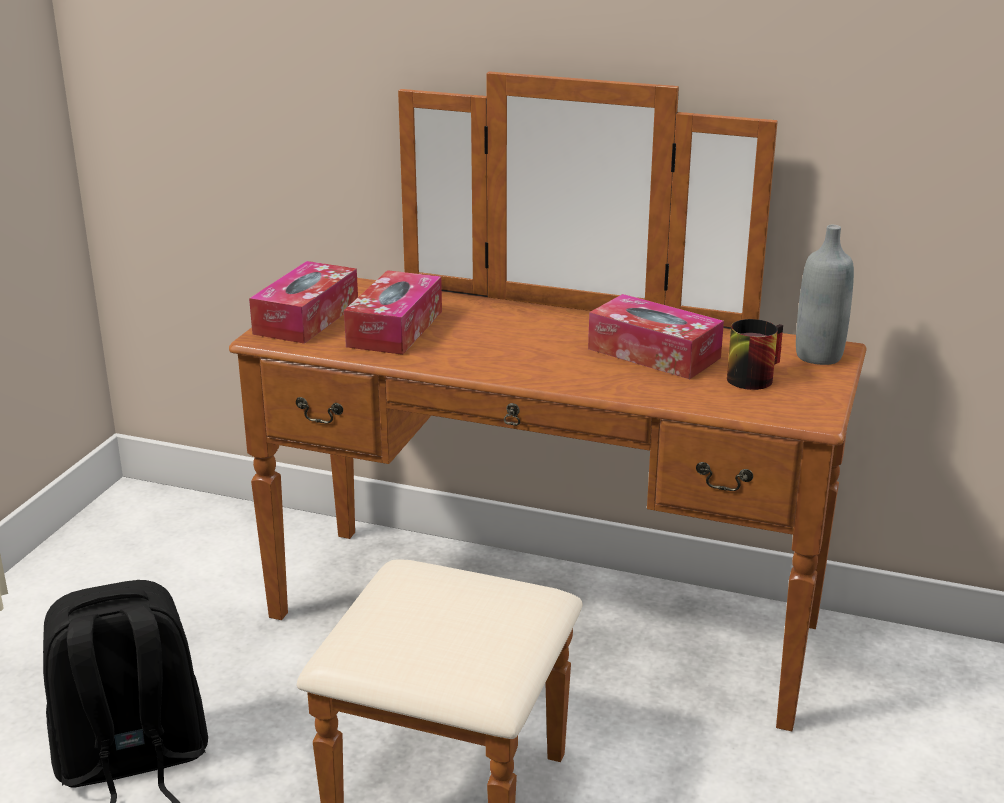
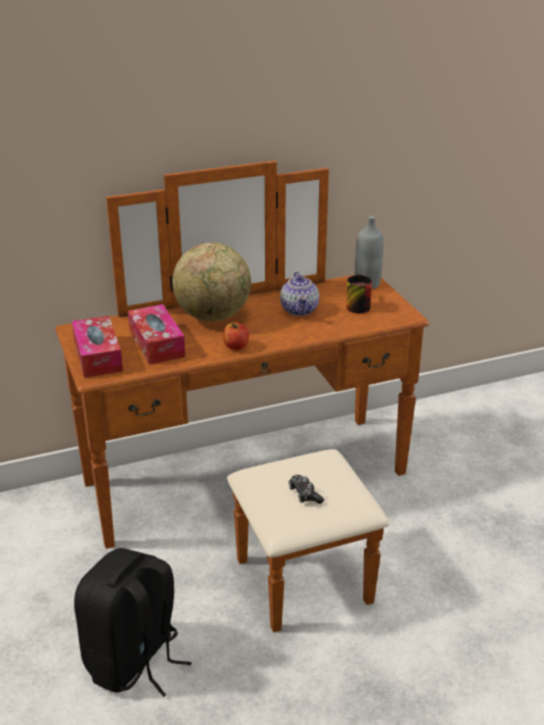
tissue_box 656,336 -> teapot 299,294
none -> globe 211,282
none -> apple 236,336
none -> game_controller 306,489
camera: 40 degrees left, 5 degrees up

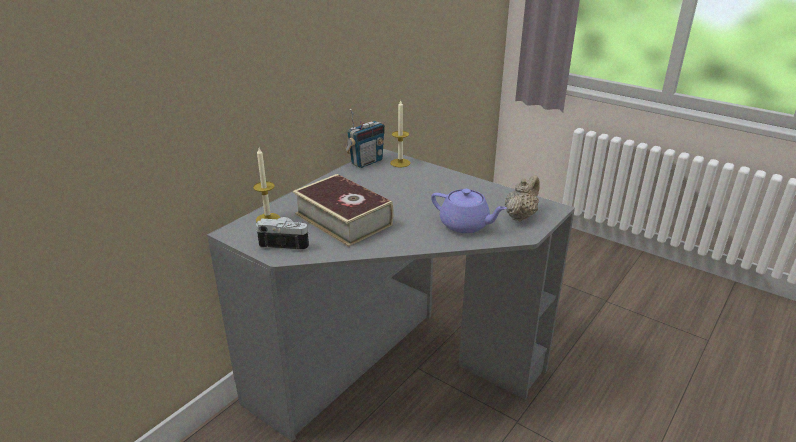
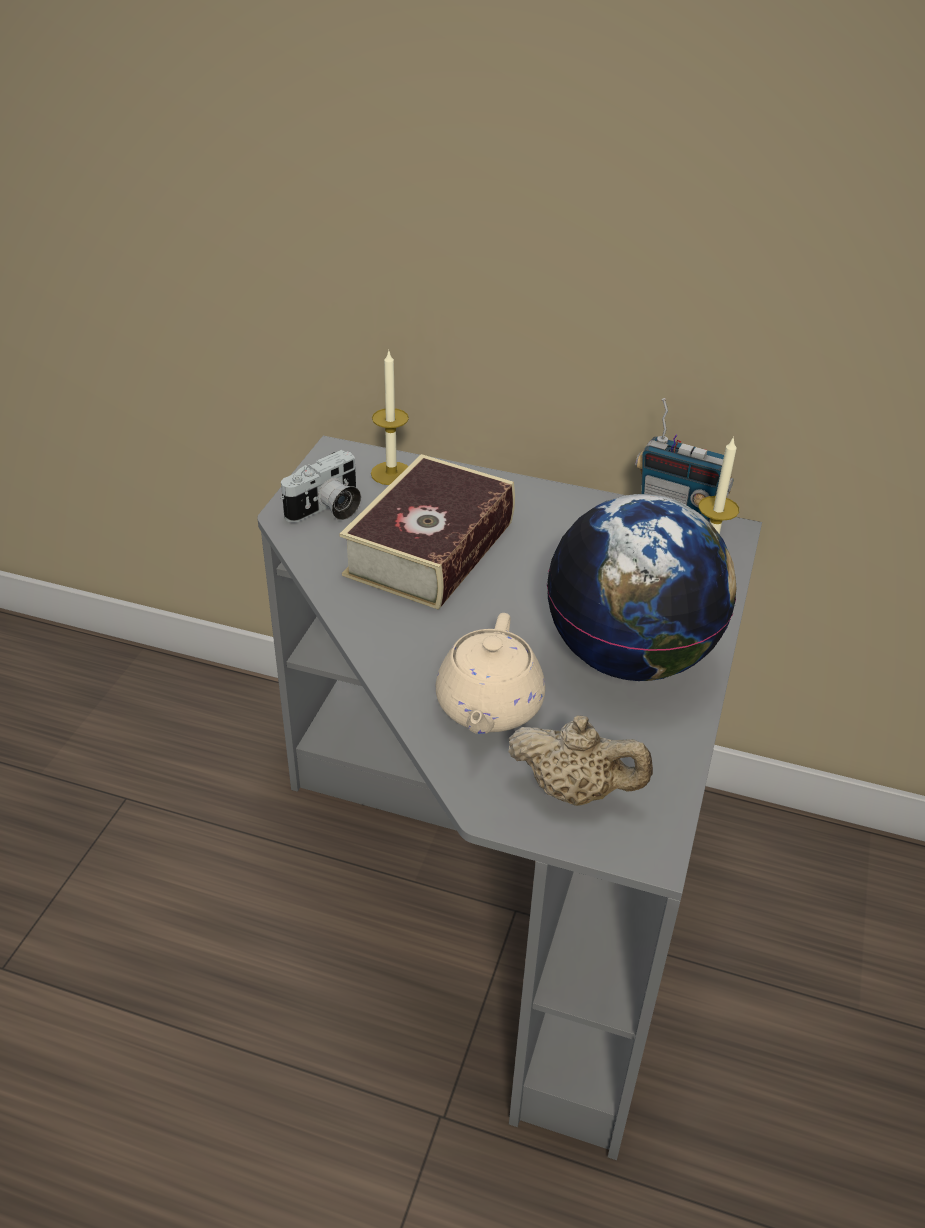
photo_camera 283,233 -> photo_camera 321,486, 60 degrees clockwise
purple_teapot 469,211 -> beige_teapot 490,673
none -> globe 642,587
camera: 70 degrees right, 10 degrees up

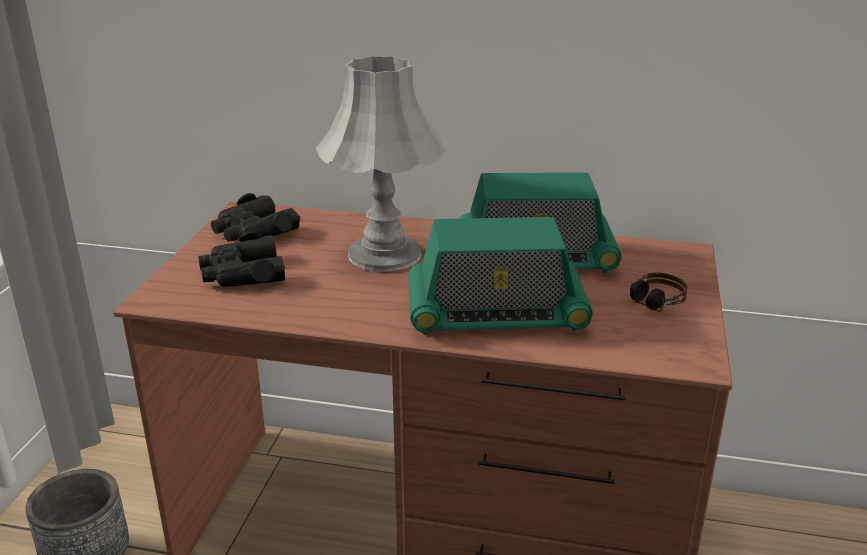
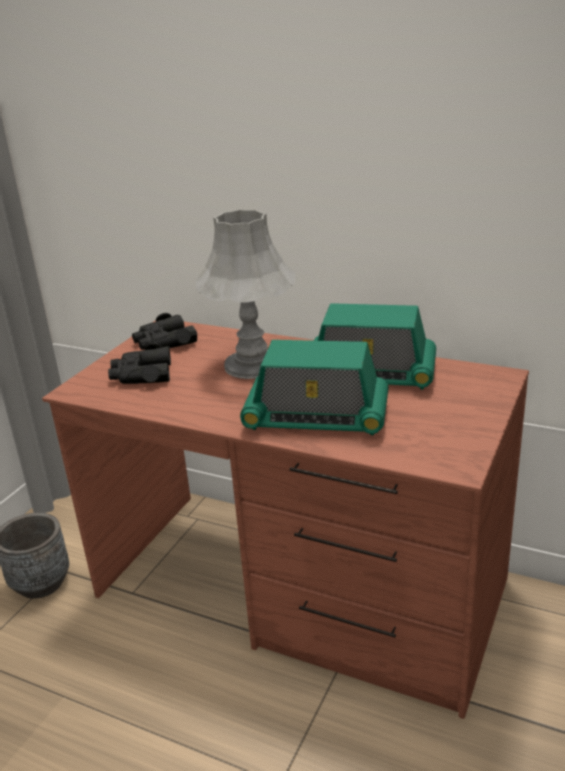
headphones 659,292 -> none
camera: 15 degrees right, 0 degrees up

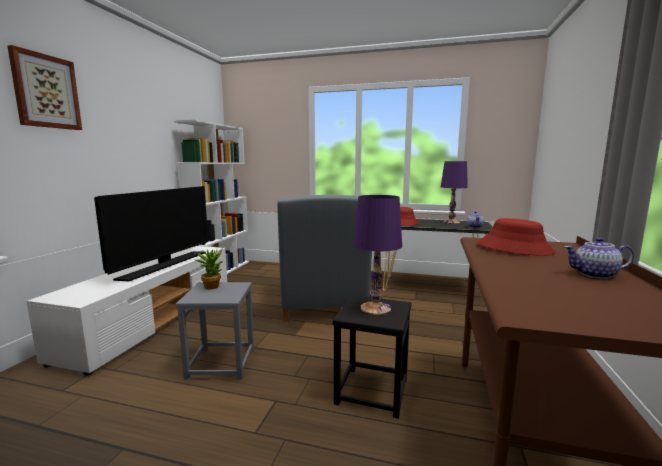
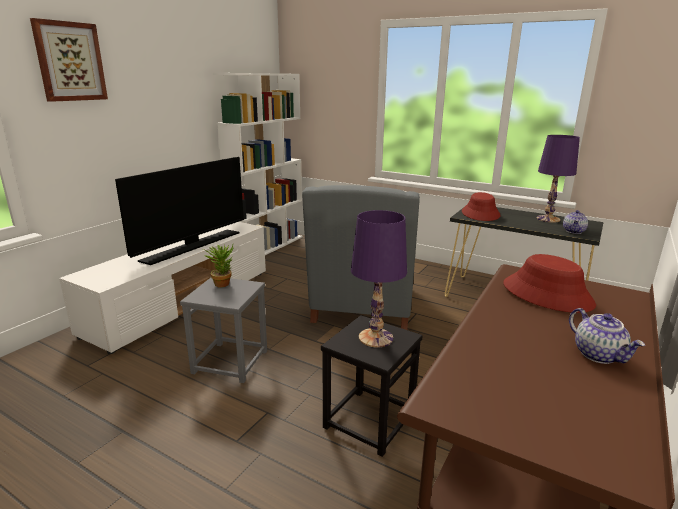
teapot 599,258 -> teapot 607,336, 135 degrees counterclockwise
camera: 15 degrees right, 10 degrees up

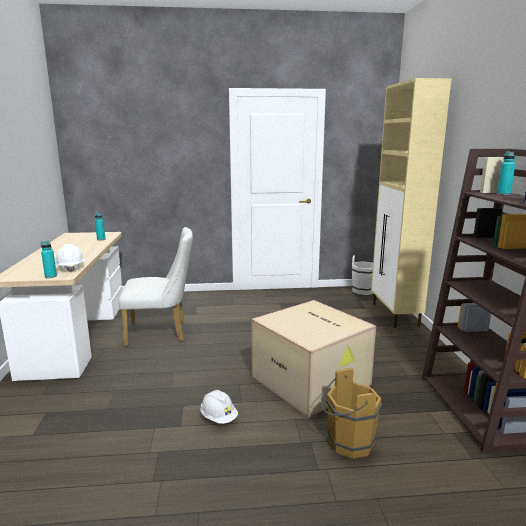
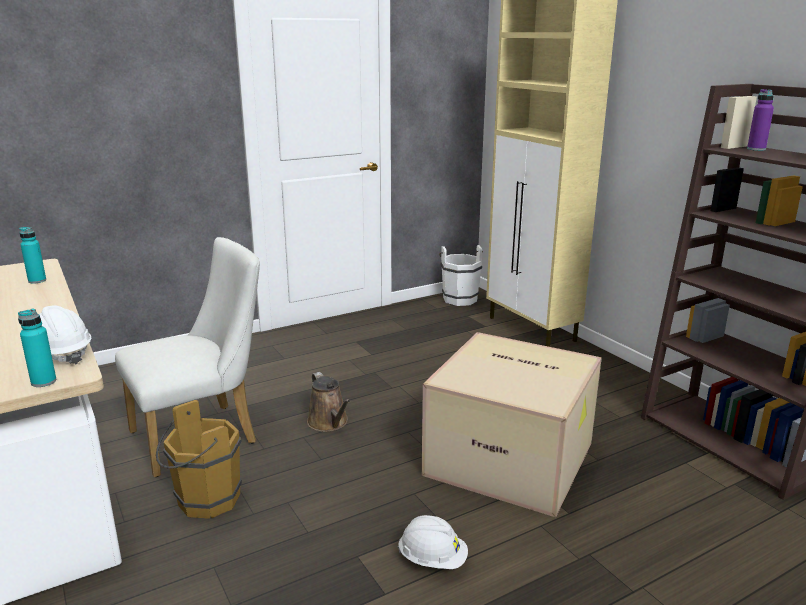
brown_bucket 351,413 -> brown_bucket 199,459, move
turquoise_bottle 506,173 -> purple_bottle 760,120
none -> brown_watering_can 328,402
camera: 25 degrees left, 5 degrees up

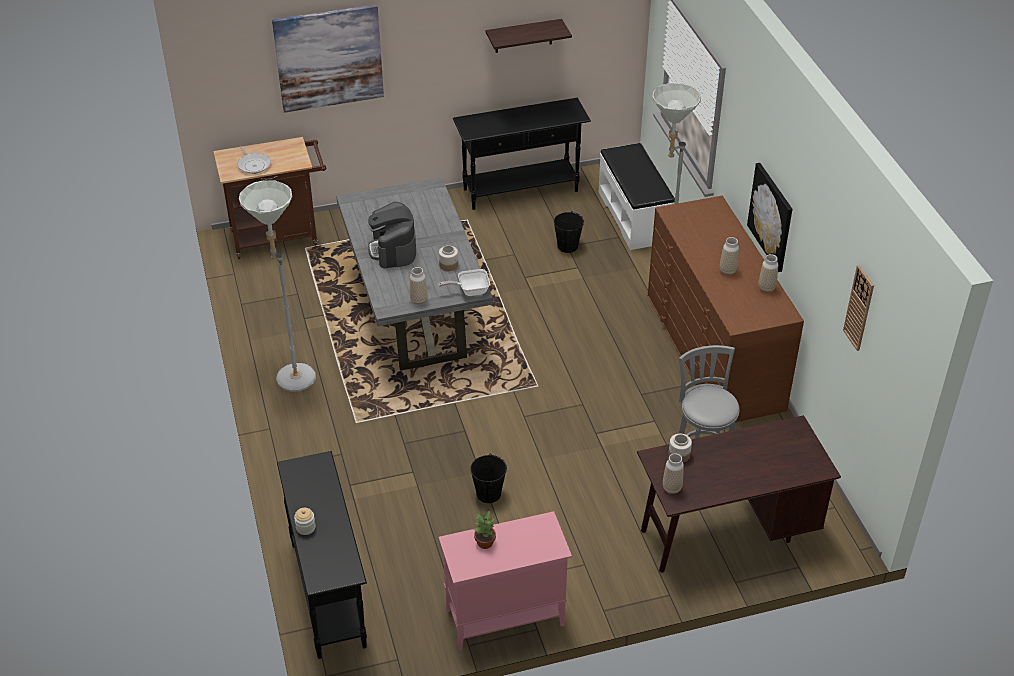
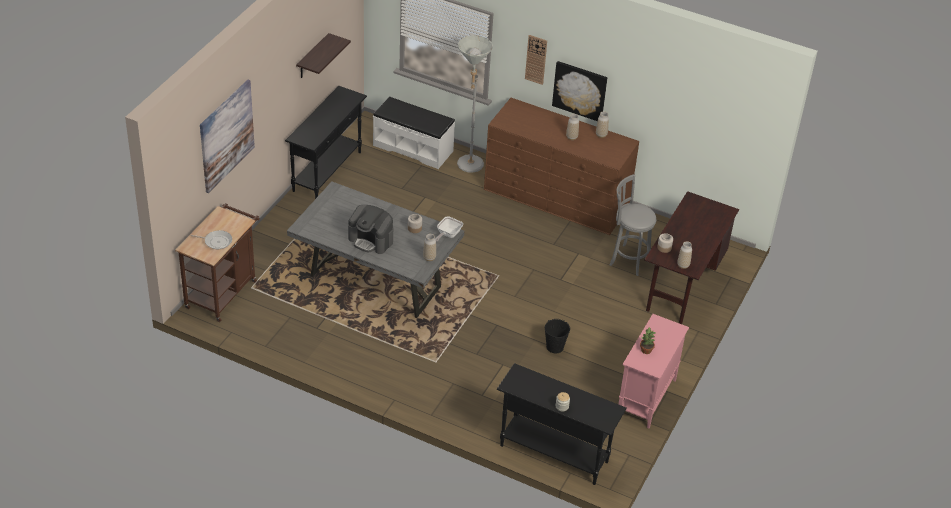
grey_floor_lamp 277,286 -> none
black_bucket 569,232 -> none
wall_clock 858,308 -> wall_clock 536,60, move
camera: 50 degrees left, 0 degrees up

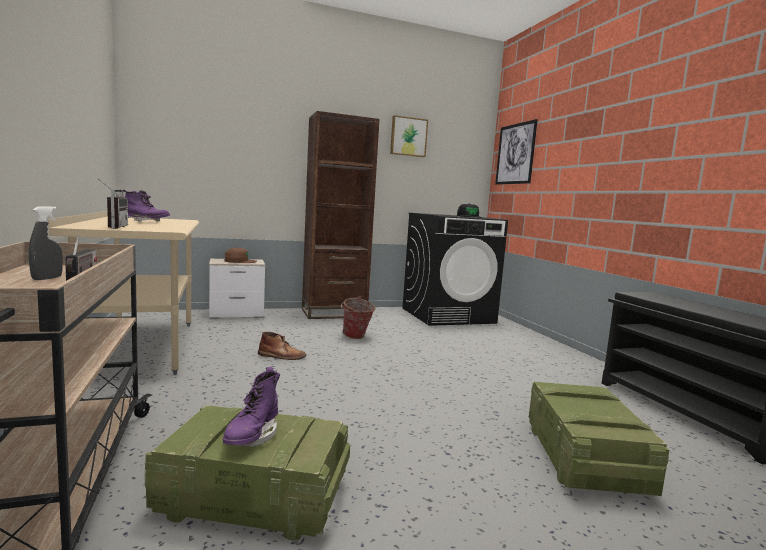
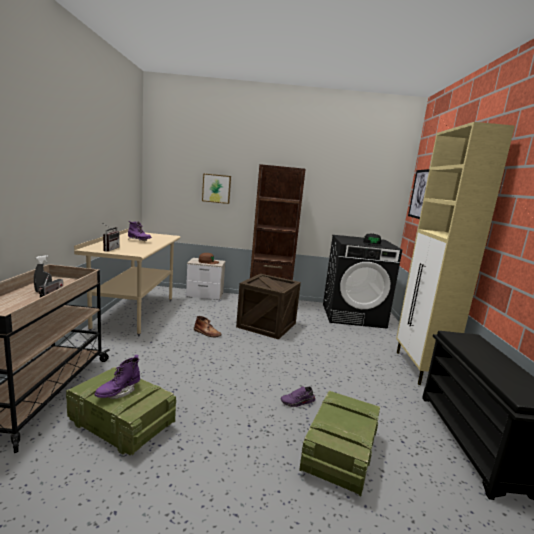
bucket 358,317 -> crate 268,307
picture 409,136 -> picture 216,188, move
none -> purple_shoe 298,396
none -> beige_cabinet 455,253
camera: 20 degrees right, 5 degrees up

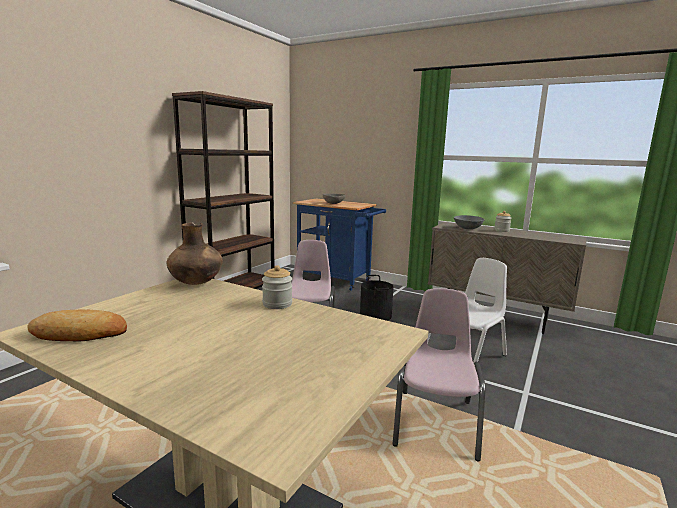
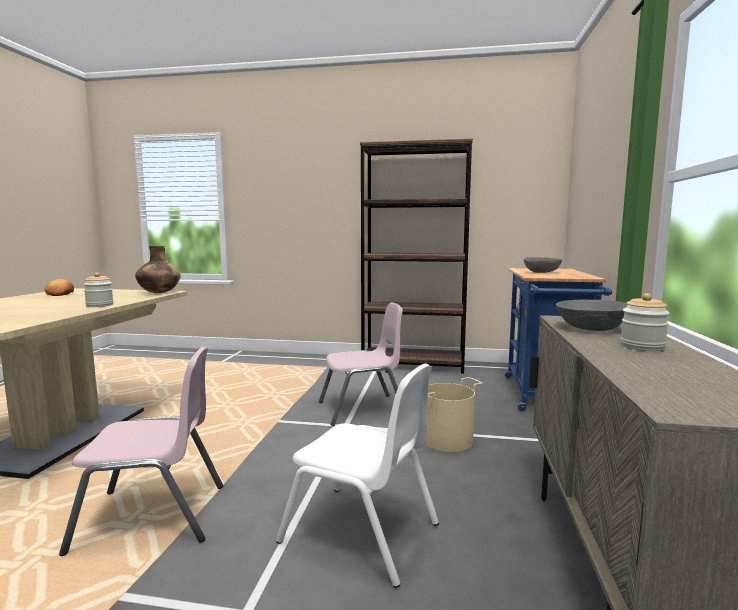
black_bucket 377,298 -> beige_bucket 453,414
camera: 70 degrees right, 5 degrees down

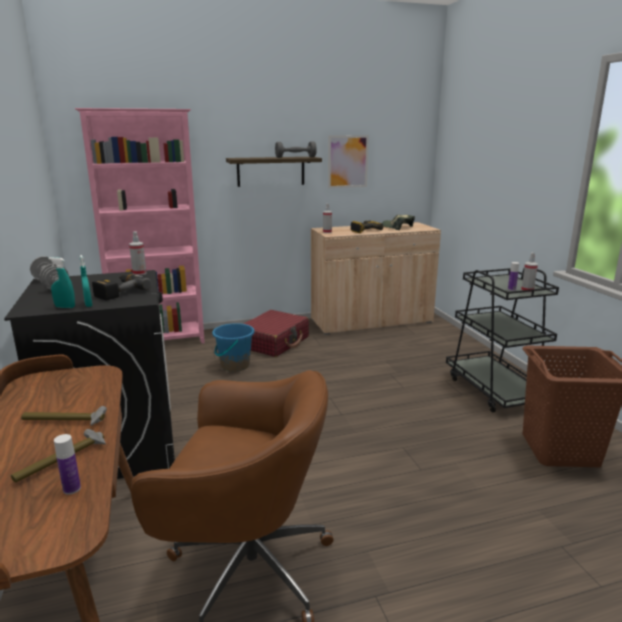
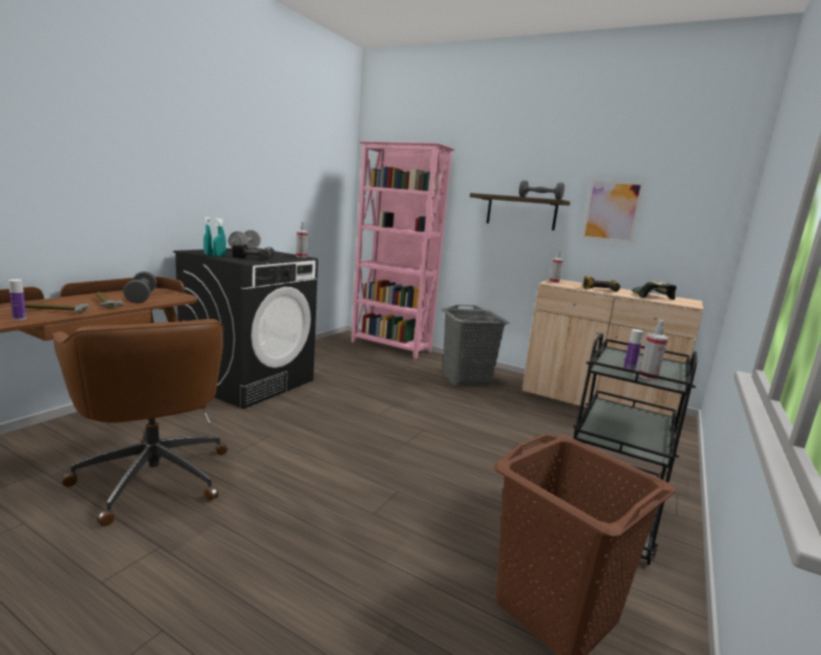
blue_bucket 233,347 -> none
red_suitcase 276,333 -> grey_laundry_basket 475,345
none -> grey_dumbbell 140,287
camera: 45 degrees right, 5 degrees down

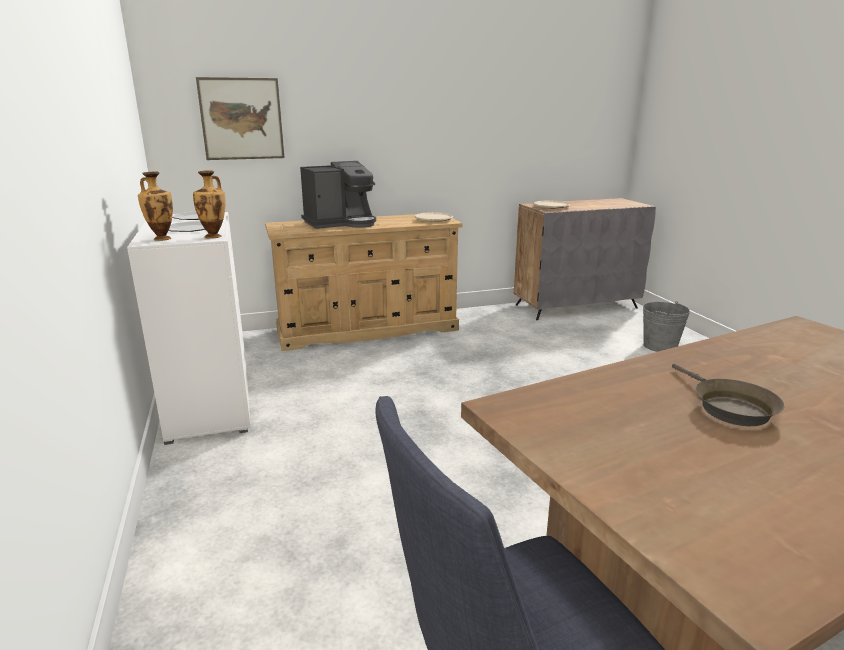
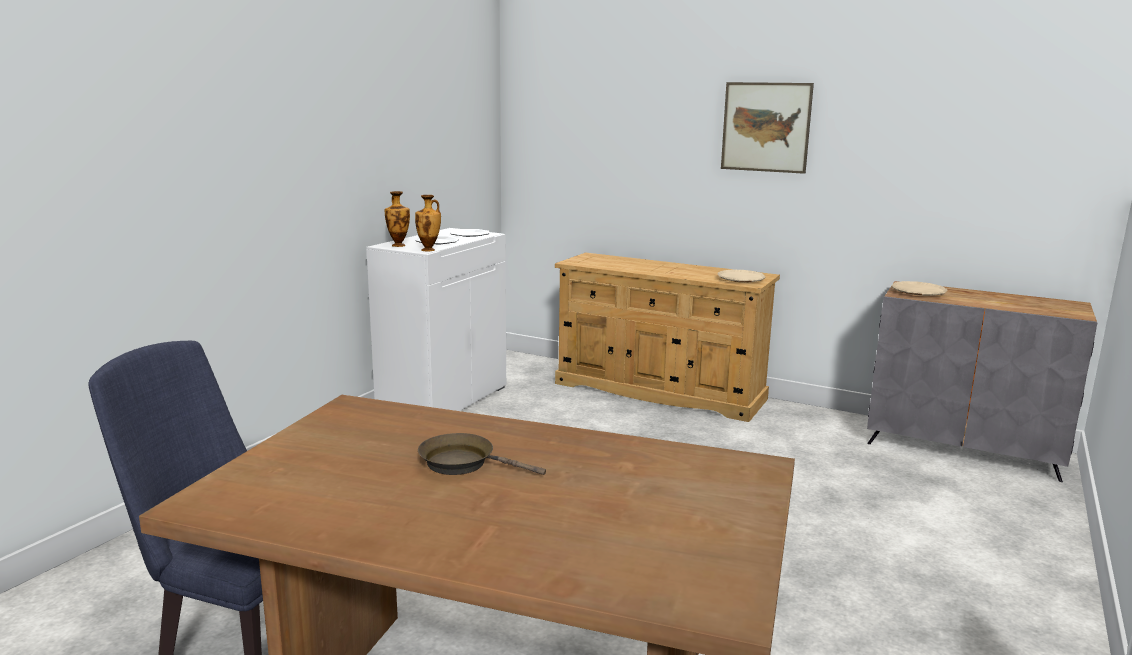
picture 240,118 -> picture 767,128, move
coffee_machine 338,195 -> none
grey_bucket 666,326 -> none
brown_frying_pan 728,394 -> brown_frying_pan 482,454, 75 degrees clockwise
camera: 45 degrees right, 5 degrees down

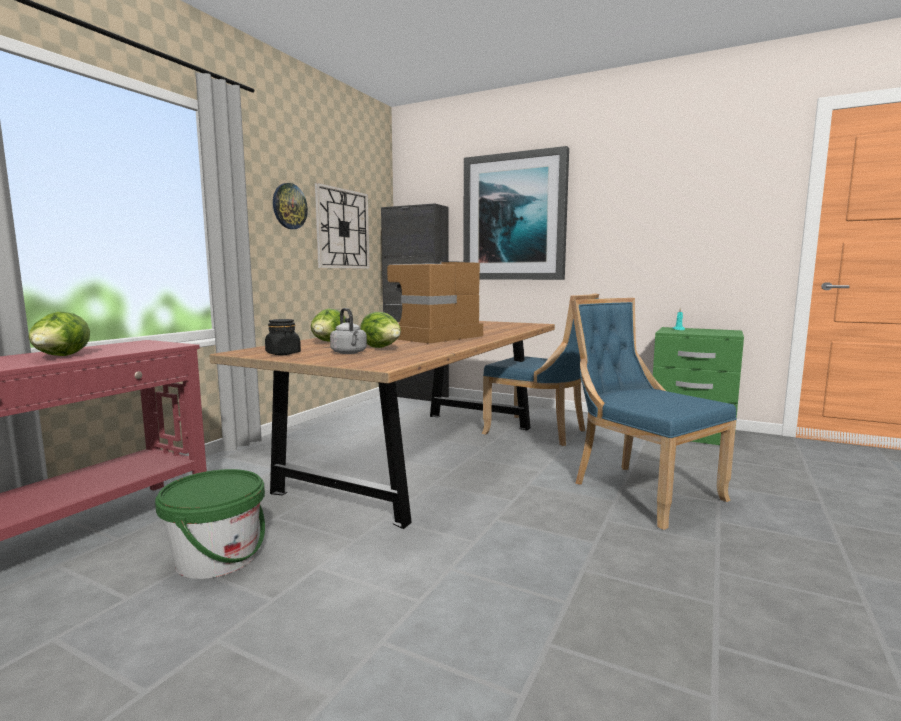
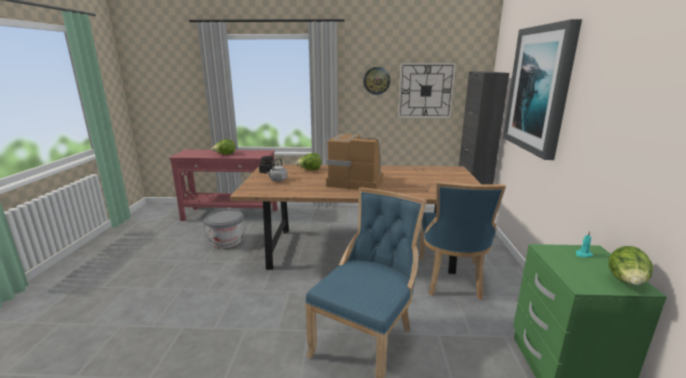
green_bucket 210,524 -> grey_bucket 224,228
lettuce 380,330 -> lettuce 630,265, move
camera: 65 degrees right, 10 degrees up

